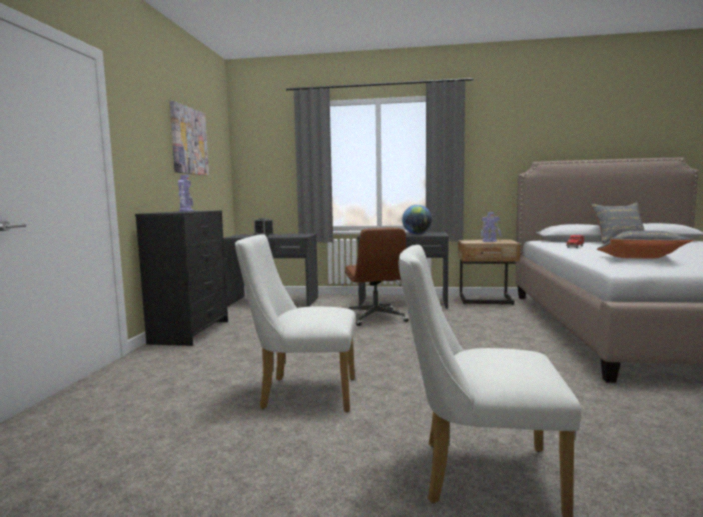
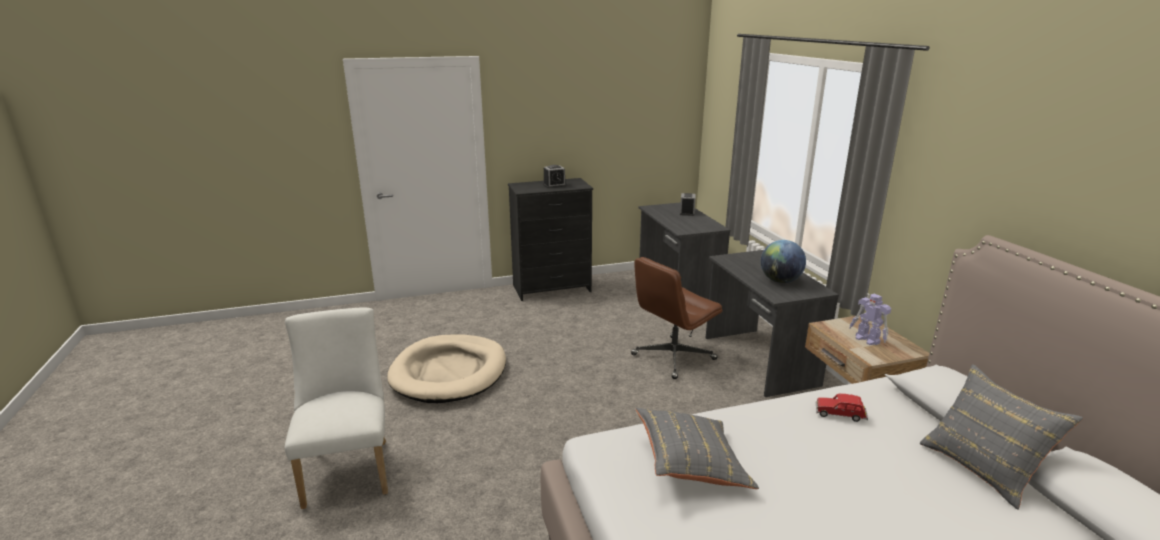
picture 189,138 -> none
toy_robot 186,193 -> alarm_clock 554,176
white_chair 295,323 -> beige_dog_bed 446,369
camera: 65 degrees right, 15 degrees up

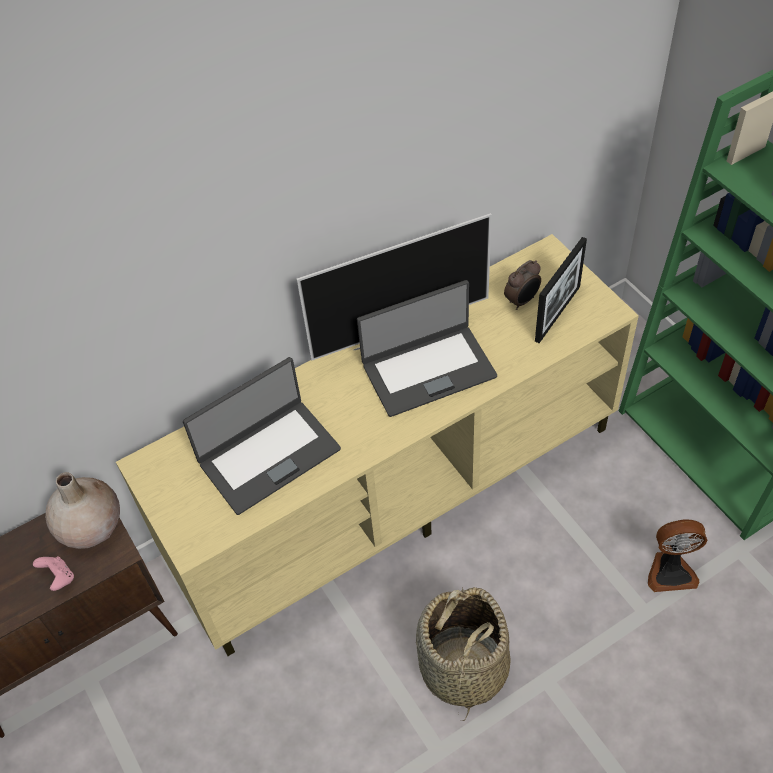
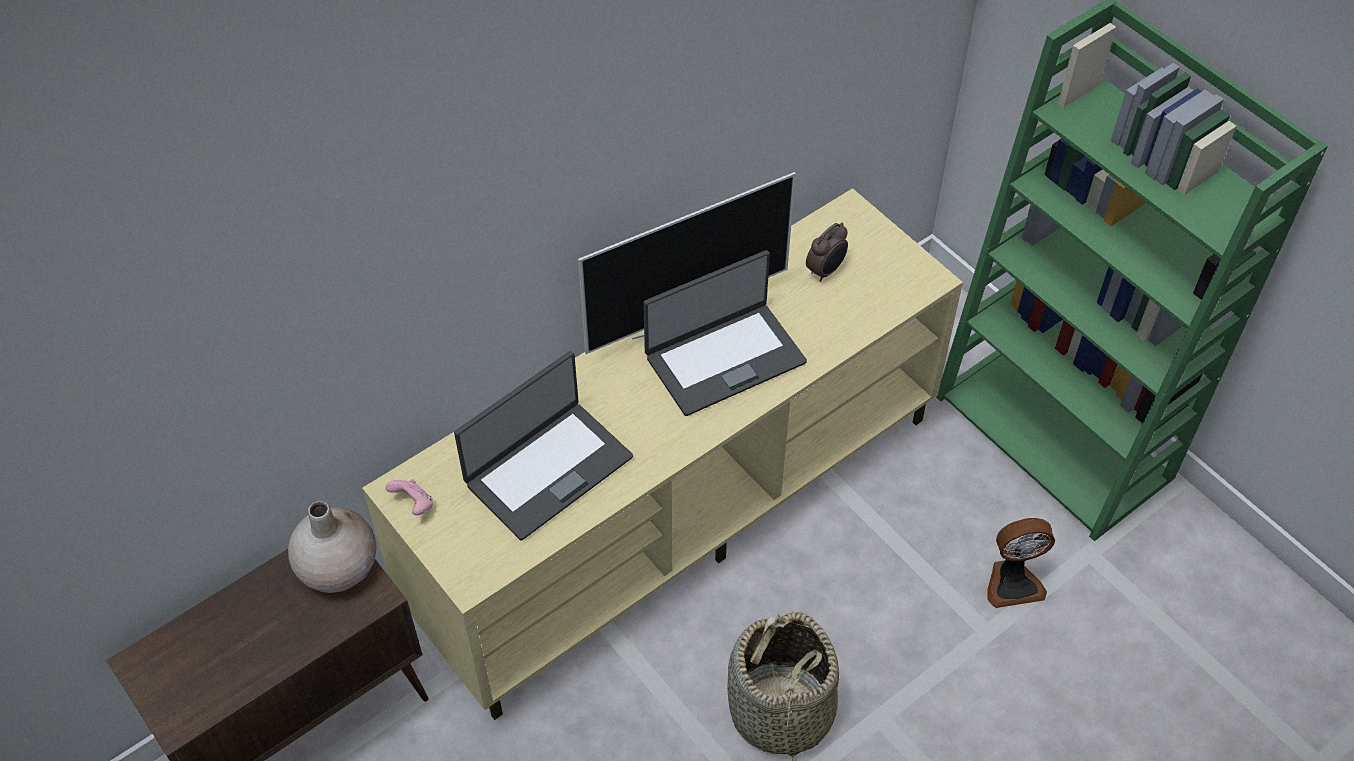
pink_game_controller 53,573 -> pink_game_controller 410,497, move
picture_frame 561,290 -> none
camera: 10 degrees left, 0 degrees up

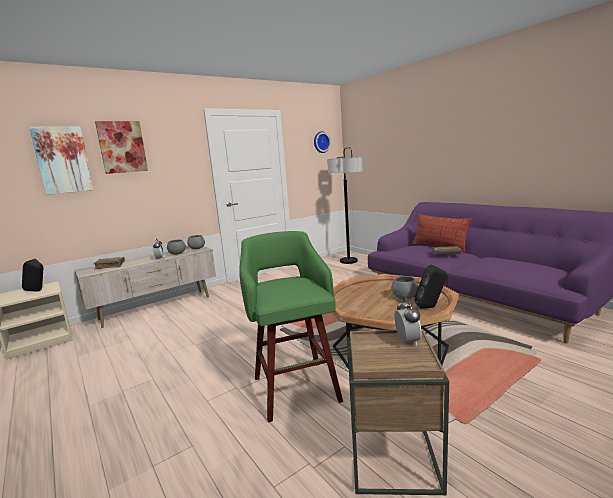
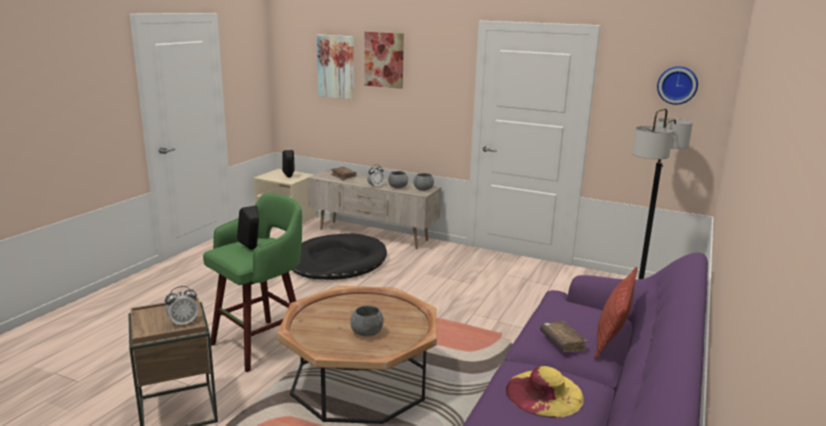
black_speaker 430,287 -> black_speaker 248,228, move
none -> black_dog_bed 339,256
none -> yellow_hat 545,392
camera: 60 degrees right, 5 degrees up

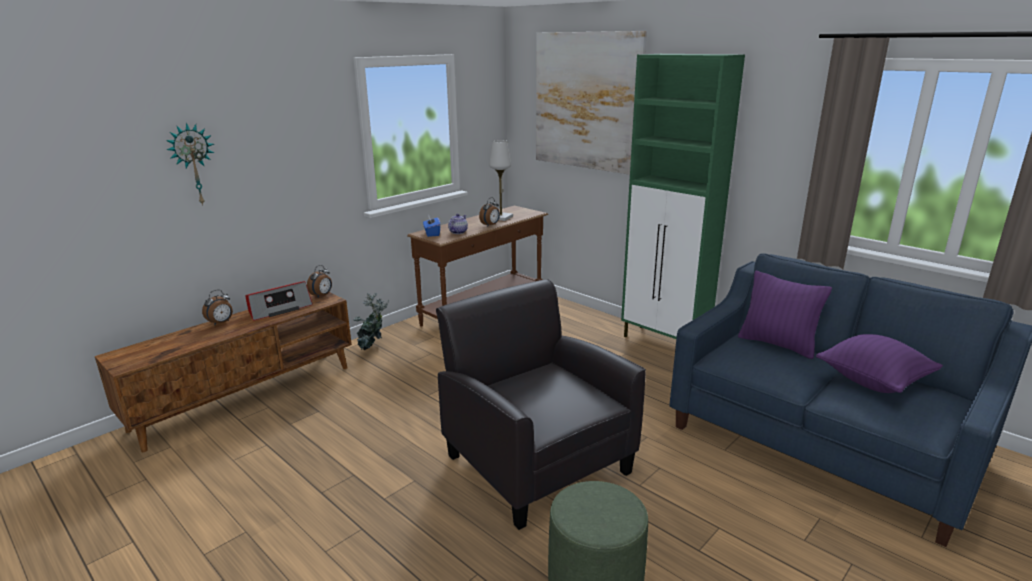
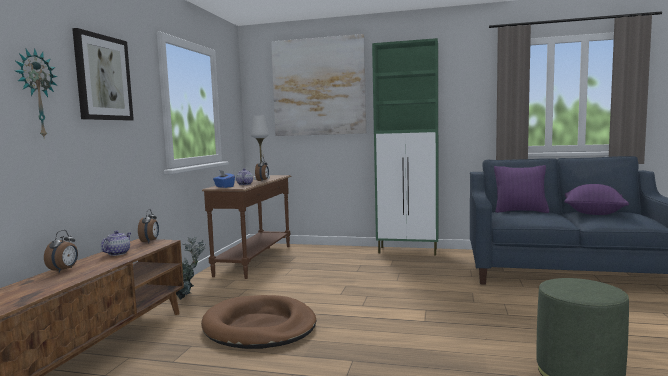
radio 279,301 -> teapot 116,243
black_armchair 541,404 -> none
none -> picture 103,74
none -> brown_dog_bed 258,322
camera: 30 degrees left, 15 degrees down

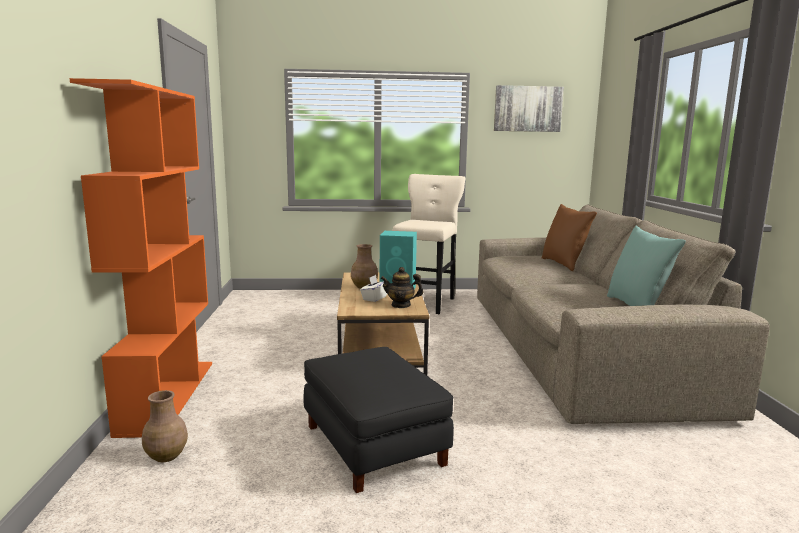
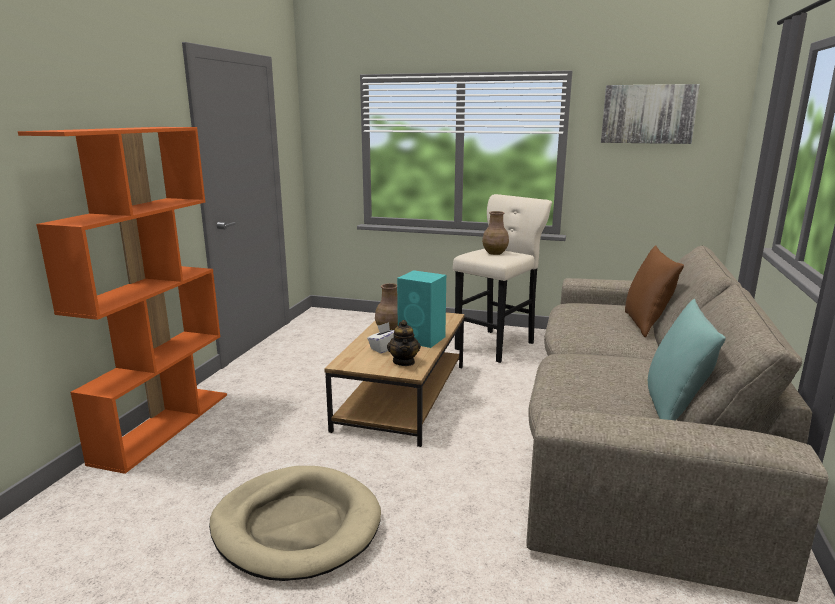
brown_vase 165,426 -> brown_vase 495,233, move
black_ottoman 379,420 -> beige_dog_bed 295,523
teapot 402,287 -> teapot 404,343, 120 degrees counterclockwise
camera: 20 degrees right, 5 degrees up

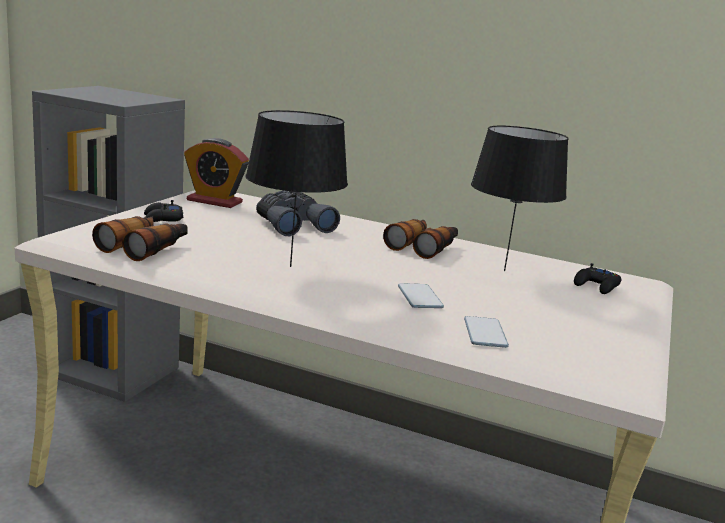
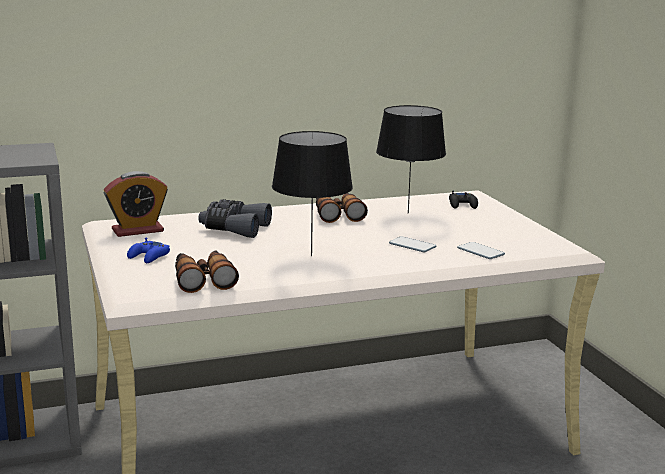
black_game_controller 163,211 -> blue_game_controller 148,250
camera: 40 degrees left, 0 degrees up

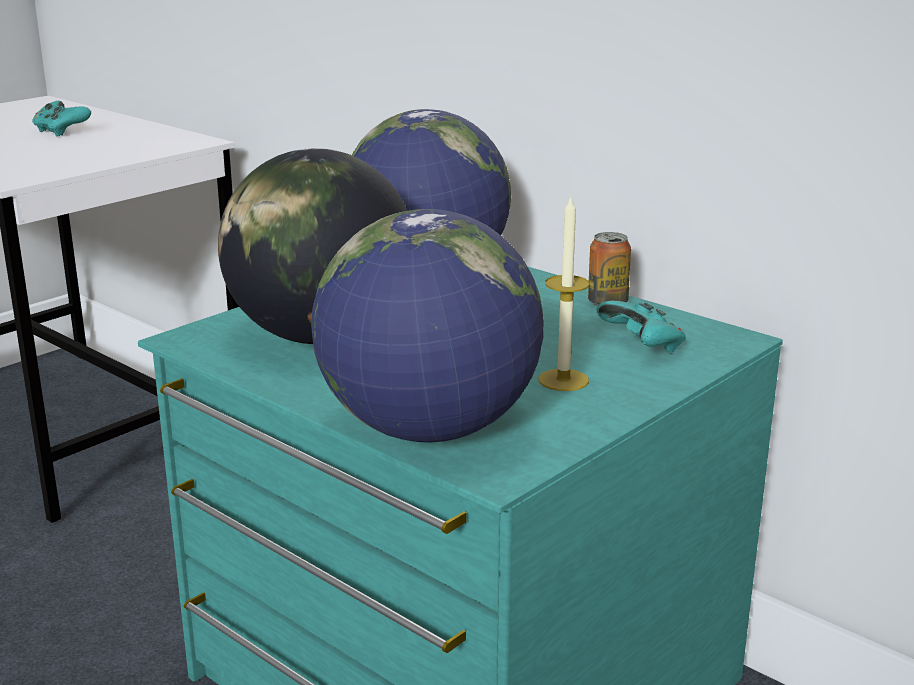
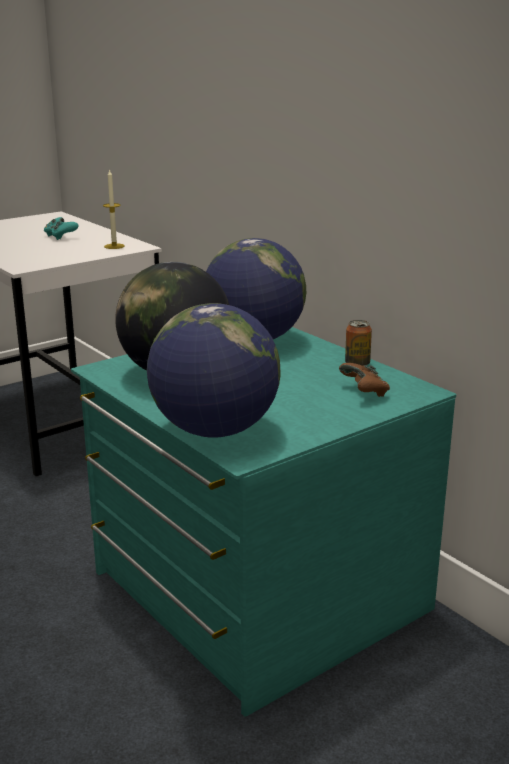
candle 564,293 -> candle 114,209, move
turquoise_game_controller 641,326 -> brown_game_controller 364,380
camera: 10 degrees right, 0 degrees up

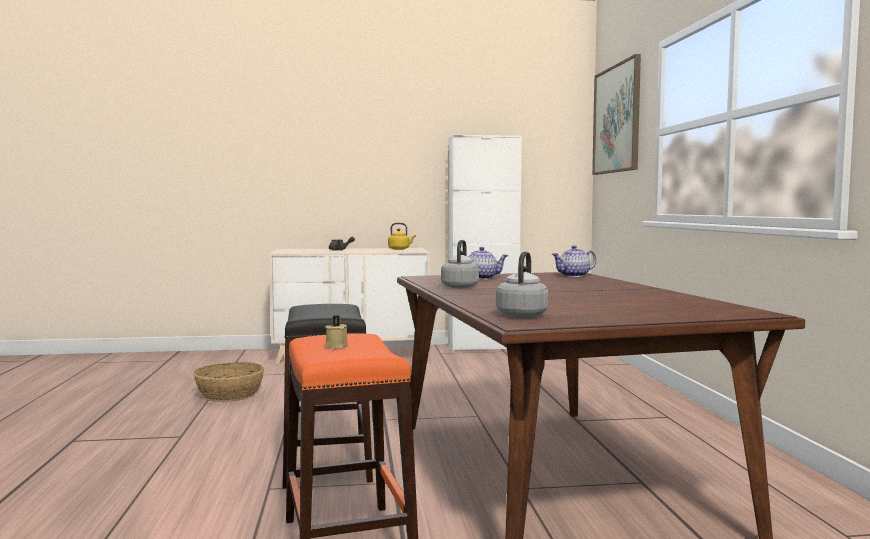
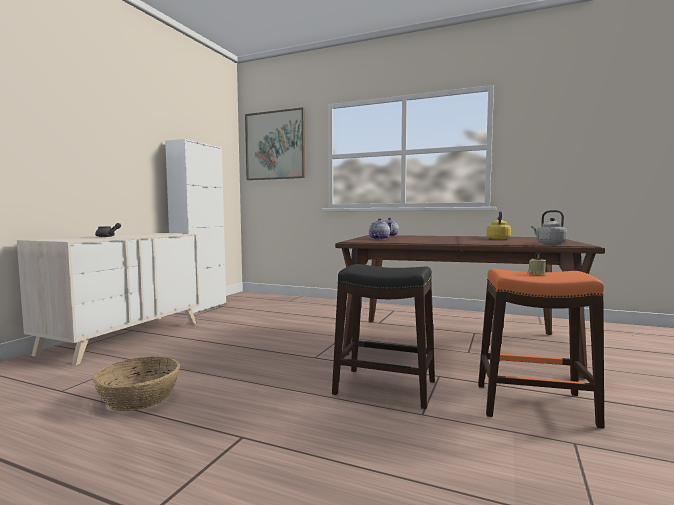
yellow_kettle 402,236 -> yellow_kettle 499,225, move
grey_kettle 460,264 -> none
camera: 60 degrees left, 0 degrees up

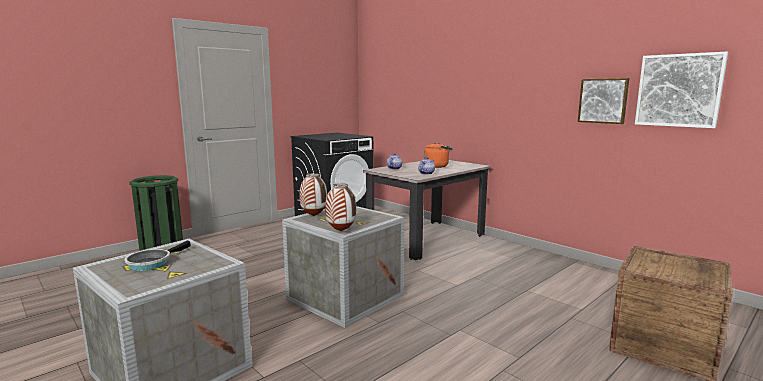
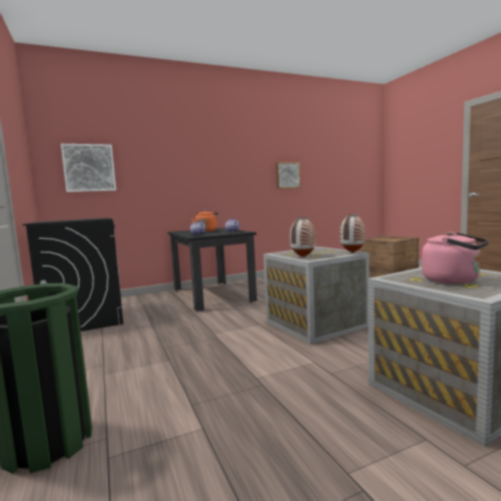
frying_pan 157,256 -> pink_kettle 455,258
beige_dining_table 427,210 -> black_dining_table 212,269
picture 681,90 -> picture 88,168, move
camera: 70 degrees left, 5 degrees down

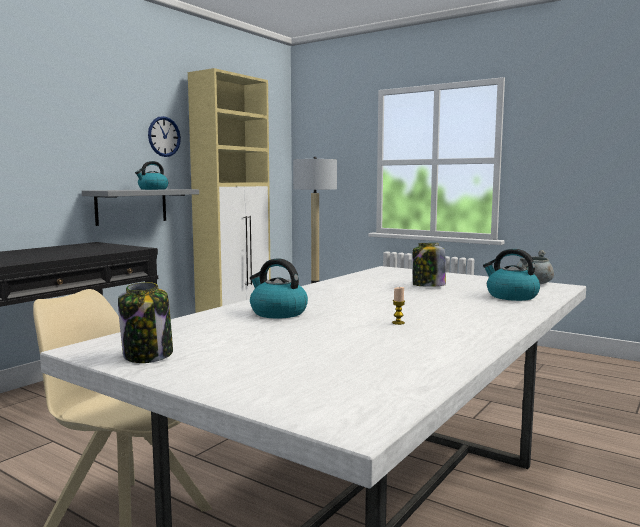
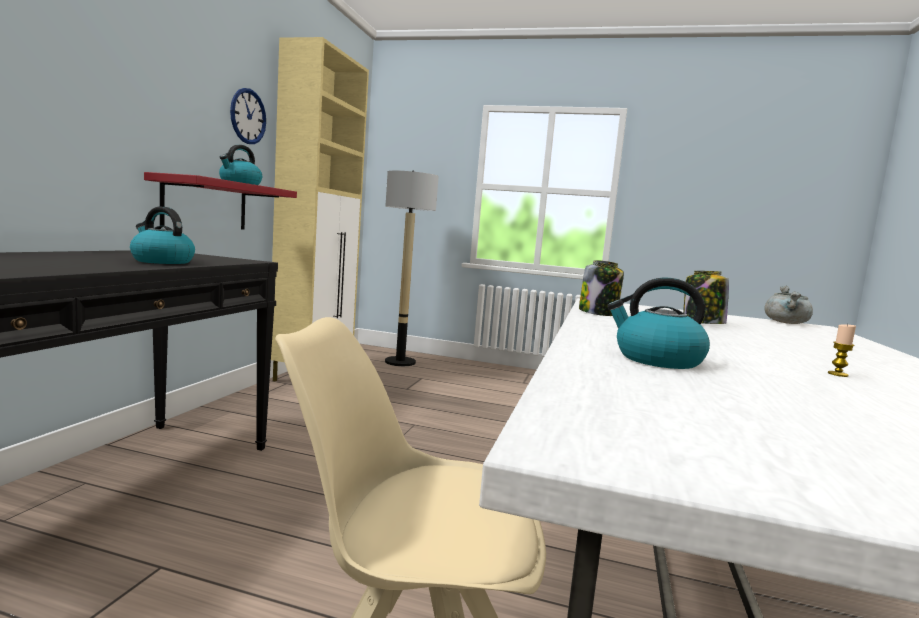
grey_shelf 140,207 -> red_shelf 220,200
jar 145,322 -> jar 601,288, move
kettle 511,275 -> kettle 162,235, move
camera: 20 degrees left, 0 degrees up

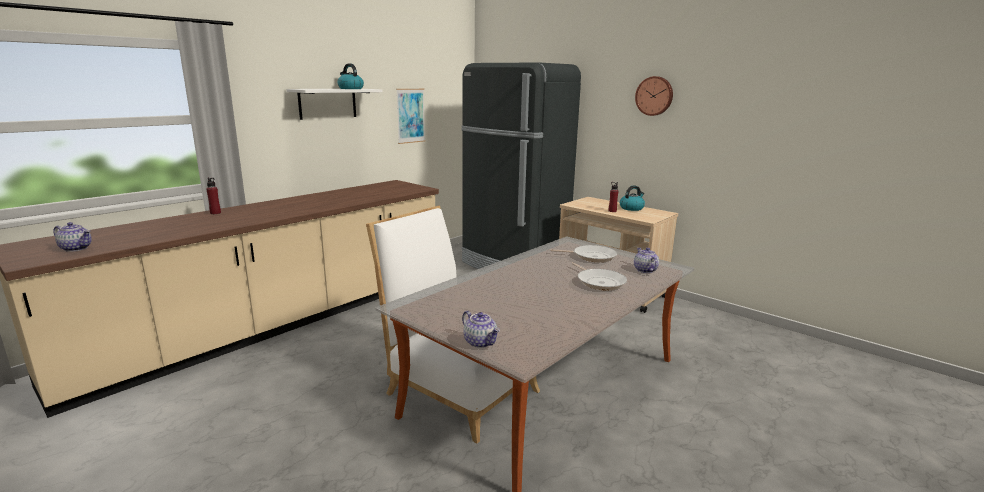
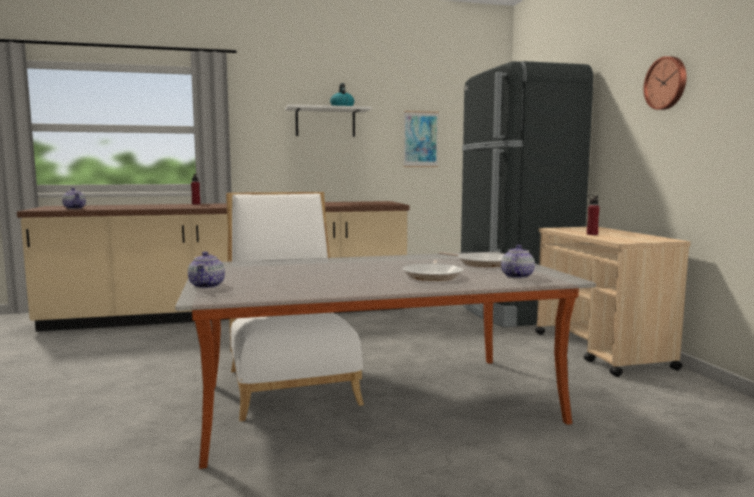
kettle 632,198 -> none
camera: 35 degrees right, 10 degrees down

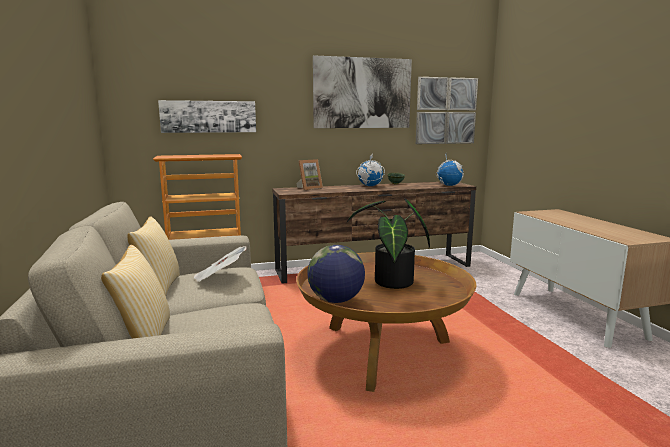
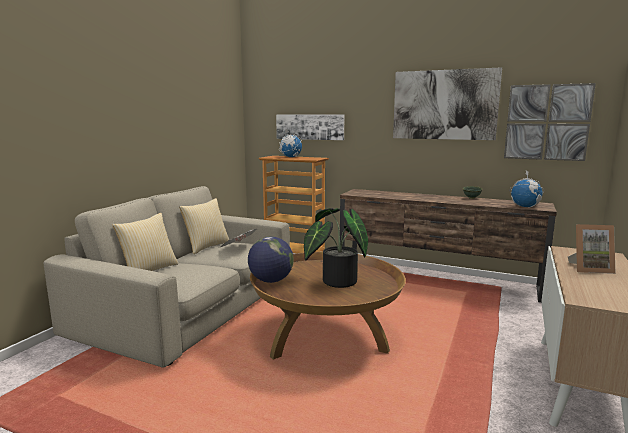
picture_frame 309,174 -> picture_frame 592,249, move
globe 370,170 -> globe 290,142, move
camera: 40 degrees right, 0 degrees up

